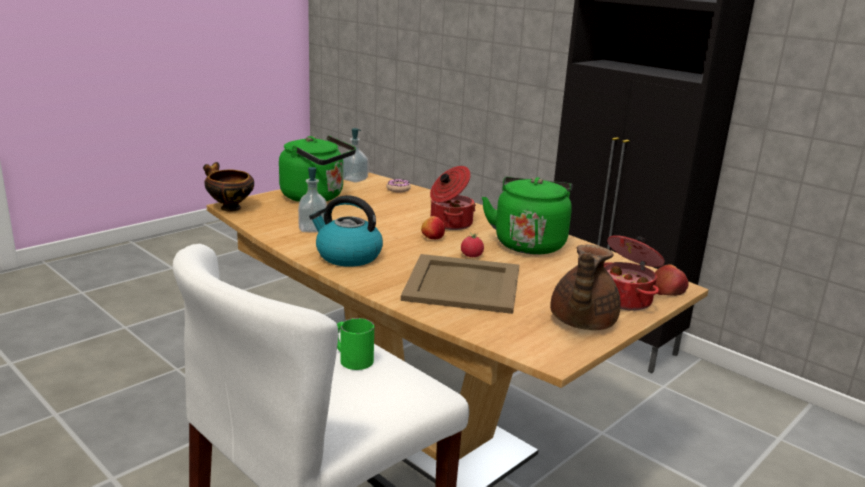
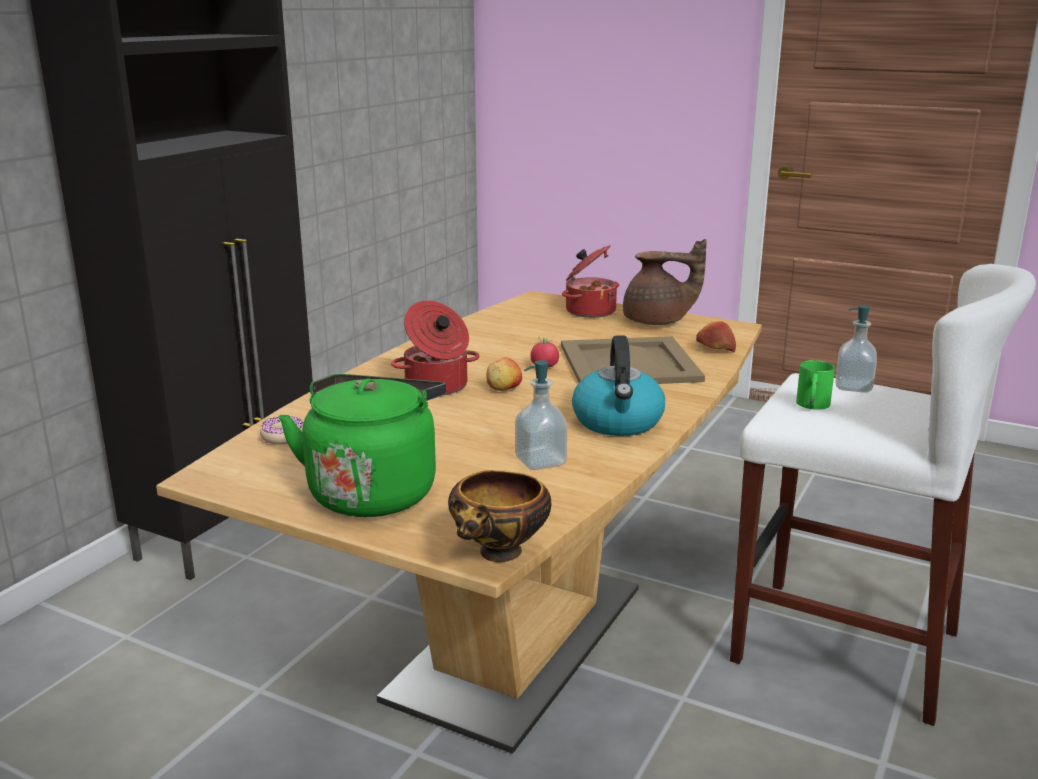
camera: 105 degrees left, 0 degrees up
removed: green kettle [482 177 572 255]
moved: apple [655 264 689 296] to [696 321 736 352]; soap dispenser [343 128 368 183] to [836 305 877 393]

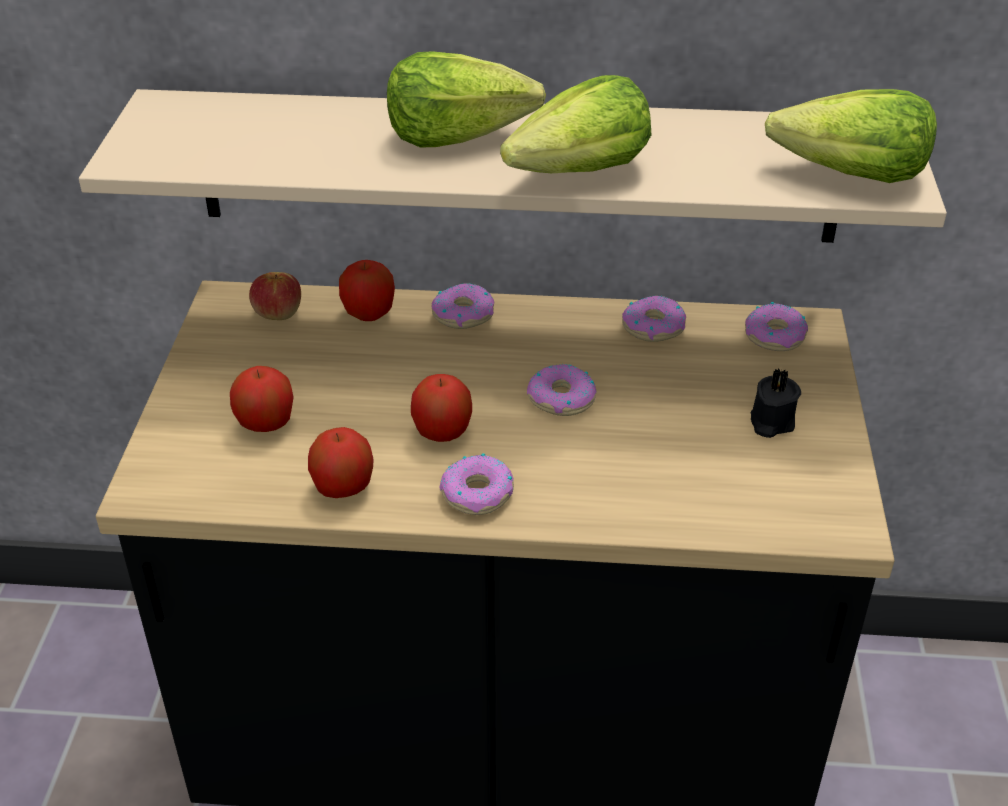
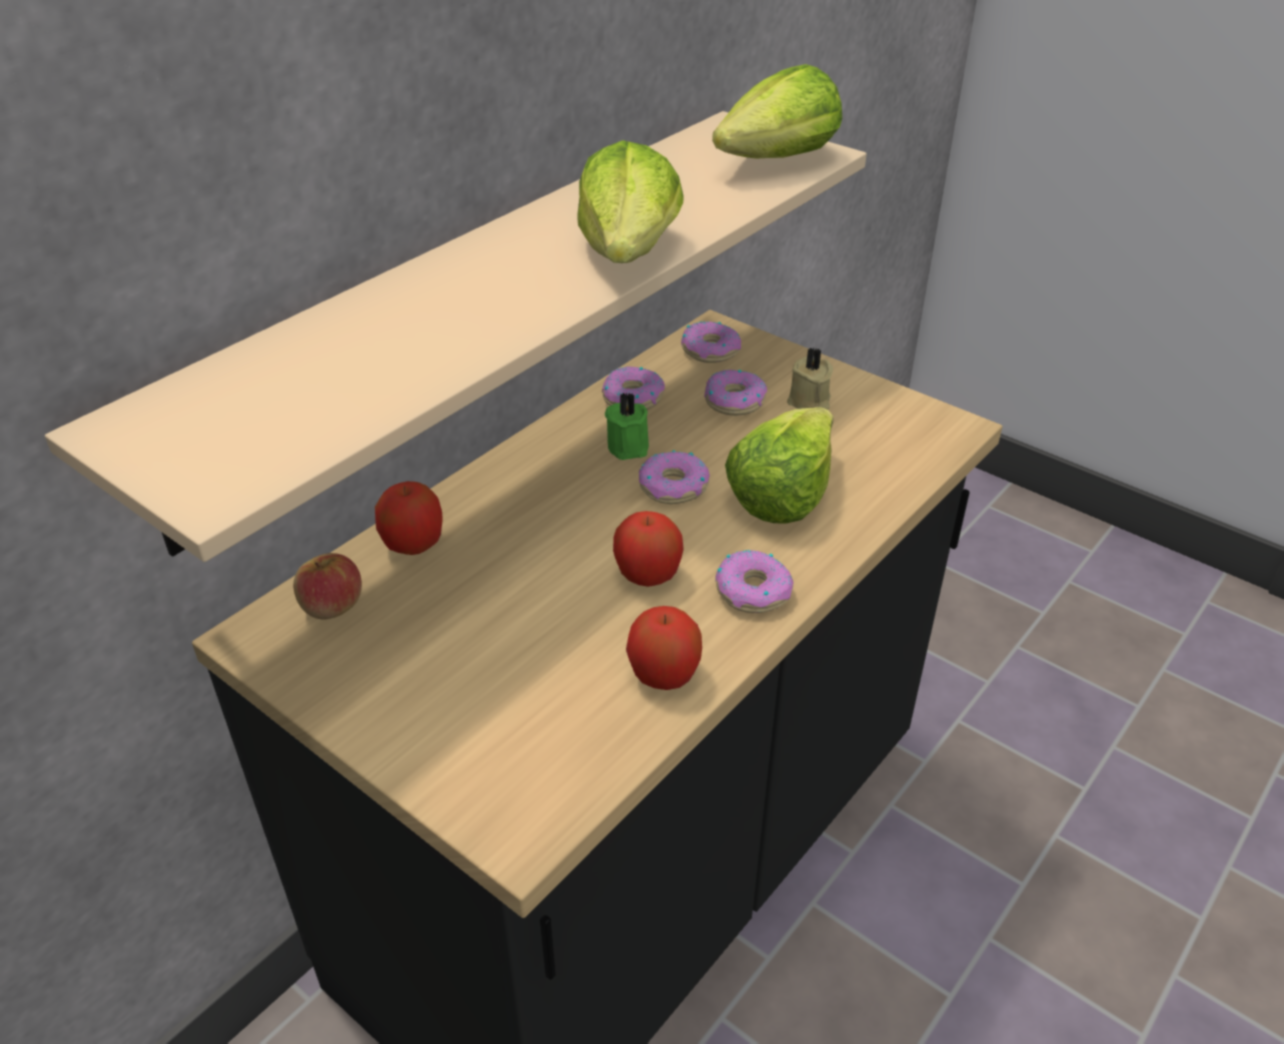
camera: 55 degrees left, 0 degrees up
removed: apple [230 366 294 432]
added: green candle [605 392 649 460]
moved: donut [432 283 494 329] to [704 370 767 416]; lettuce [387 51 546 147] to [725 407 834 523]
recoloured: black candle [750 368 801 438] to beige candle [787 347 833 410]

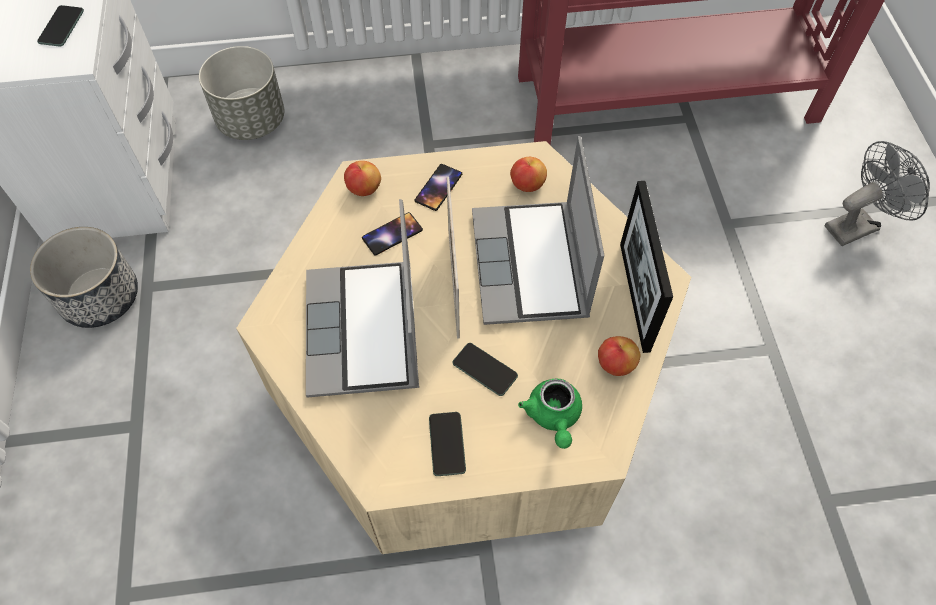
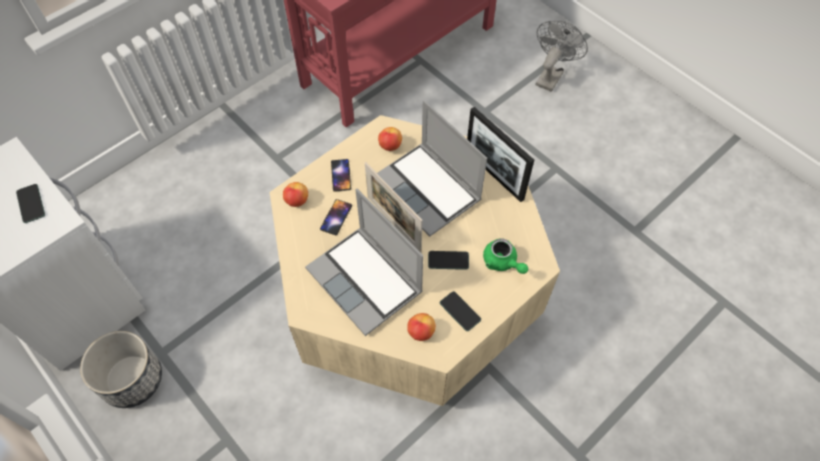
camera: 35 degrees left, 0 degrees up
removed: grey planter [199 46 284 140]
moved: apple [598 336 640 376] to [408 313 436 341]

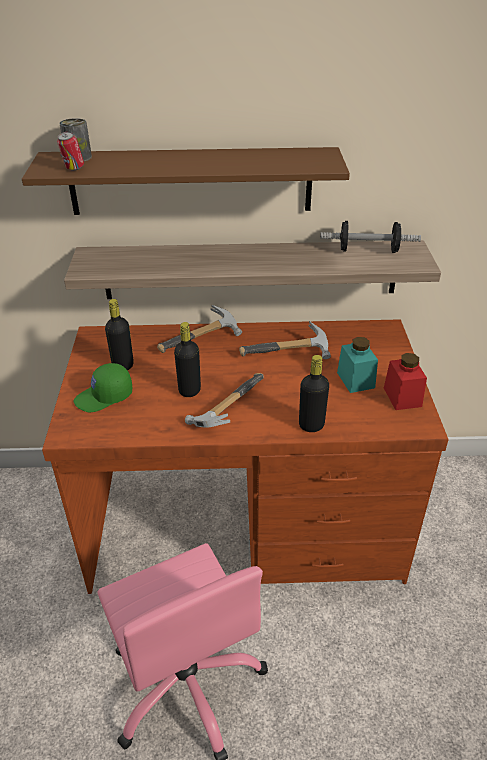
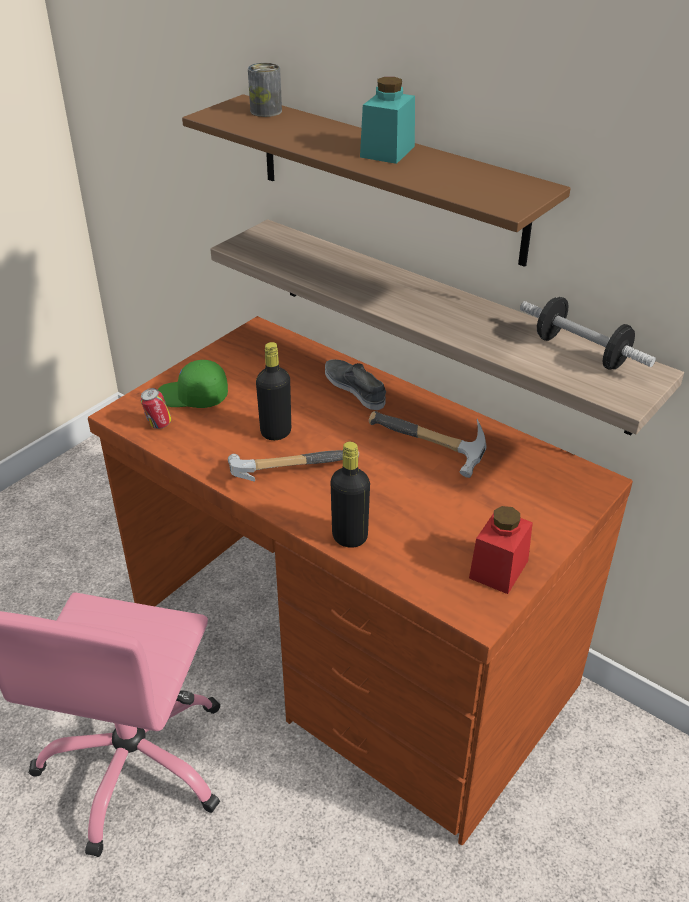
camera: 40 degrees right, 0 degrees up
removed: black bottle [105 299 134 370]
moved: can [57 132 84 171] to [140 388 172 429]; turquoise jar [337 337 378 393] to [360 77 415 164]
replaced: hammer [157 305 242 353] to grey shoe [325 359 386 410]

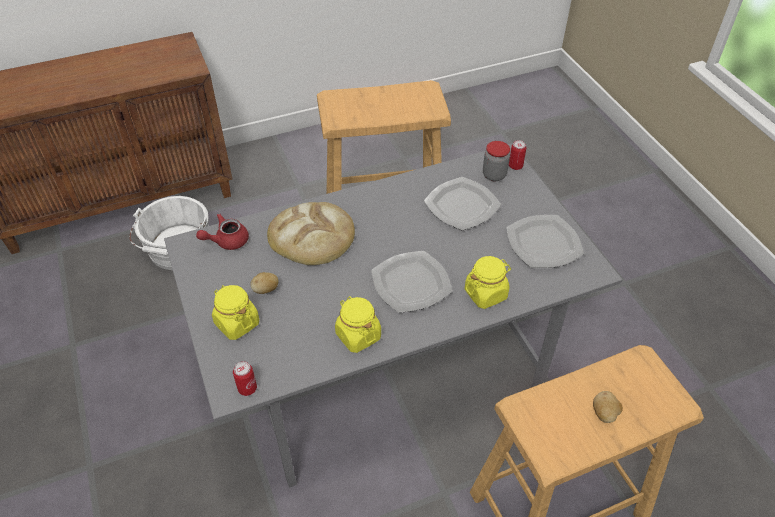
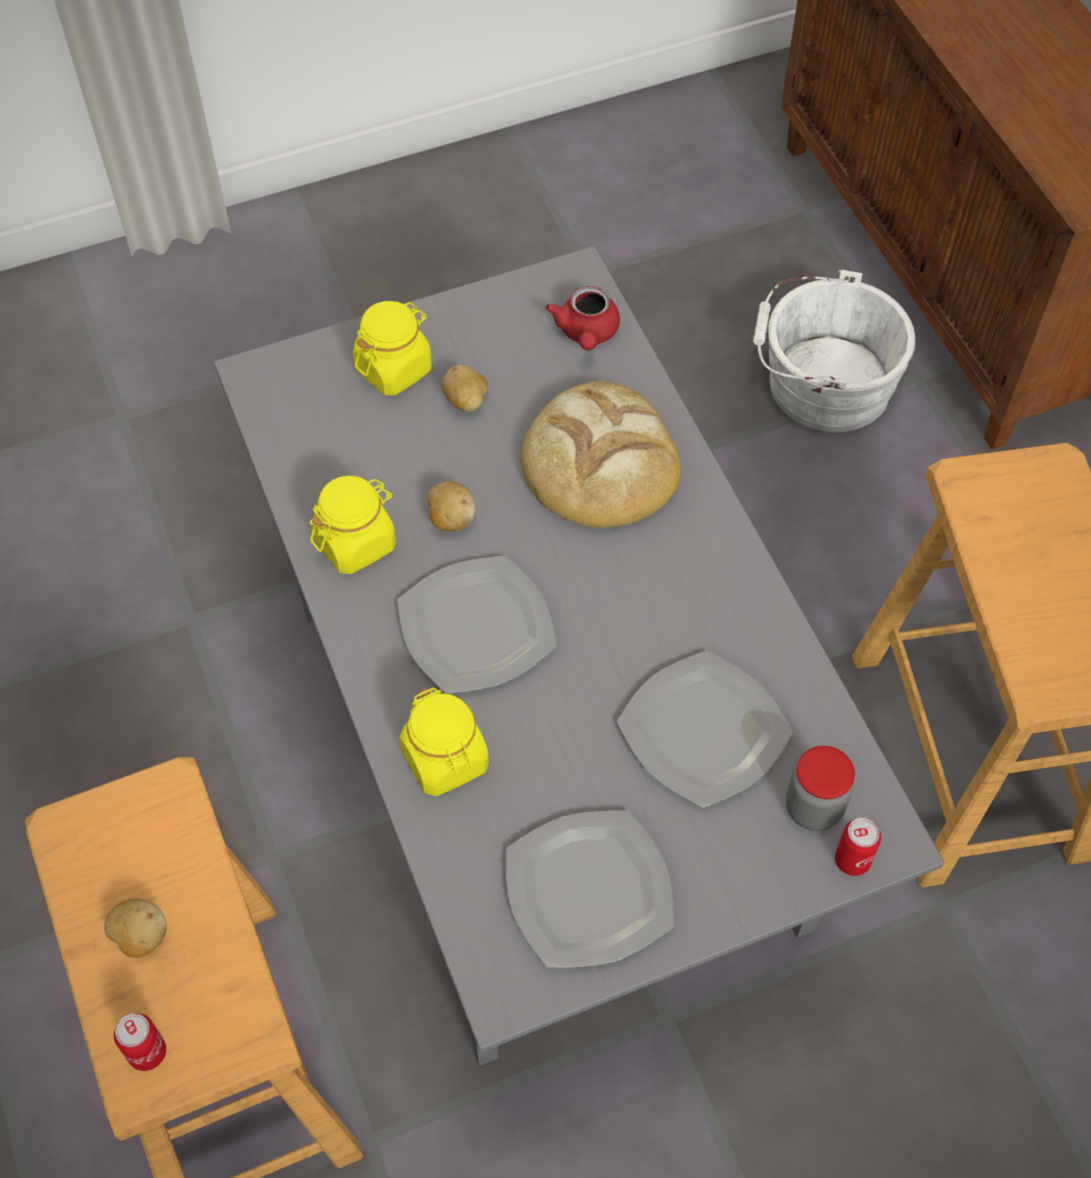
camera: 90 degrees right, 10 degrees up
added: potato [427 481 475 531]
moved: can [233 361 257 396] to [114 1013 166 1071]
turned: red teapot [196 213 249 250] = [545 286 620 351] 150 degrees counterclockwise

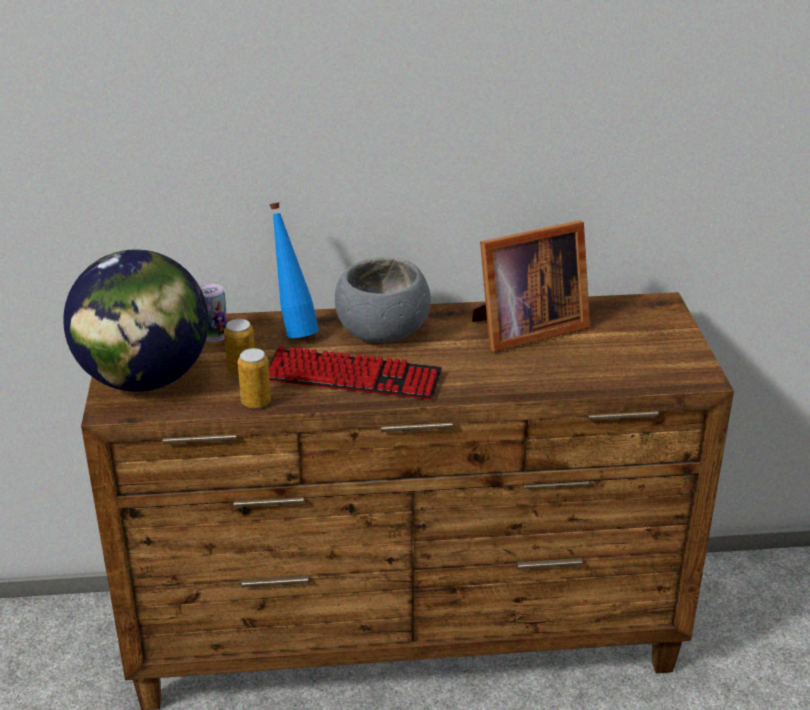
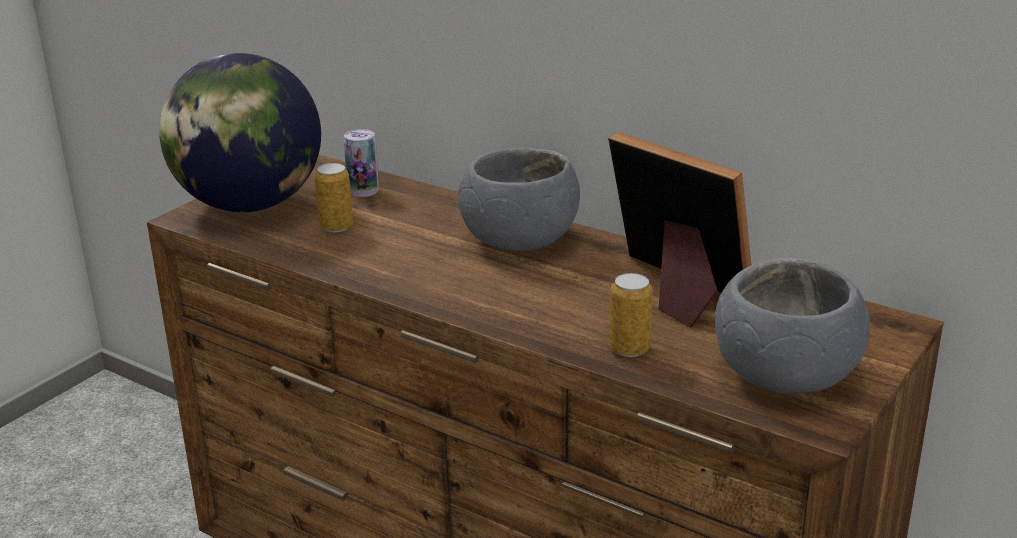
camera: 40 degrees right, 5 degrees down
removed: blue bottle [269 202 319 338]; keyboard [269 346 442 400]
added: grey bowl [715 258 870 393]
moved: can [238 348 271 409] to [609 273 653 357]
turned: picture frame [472 220 590 352] = [608 132 751 328] 150 degrees counterclockwise

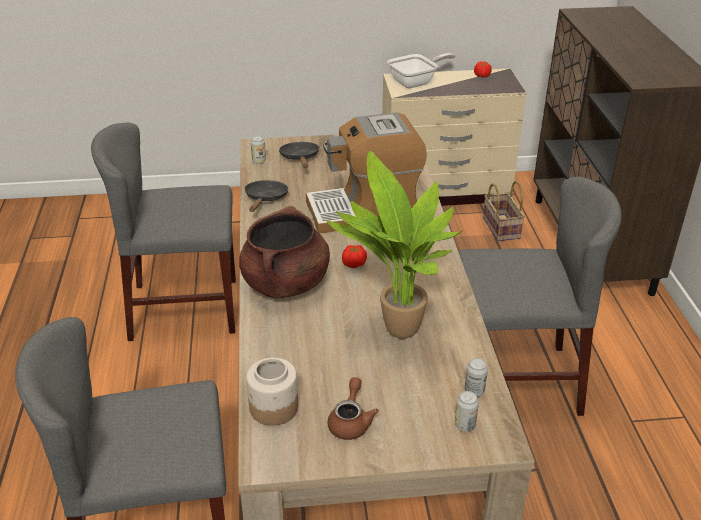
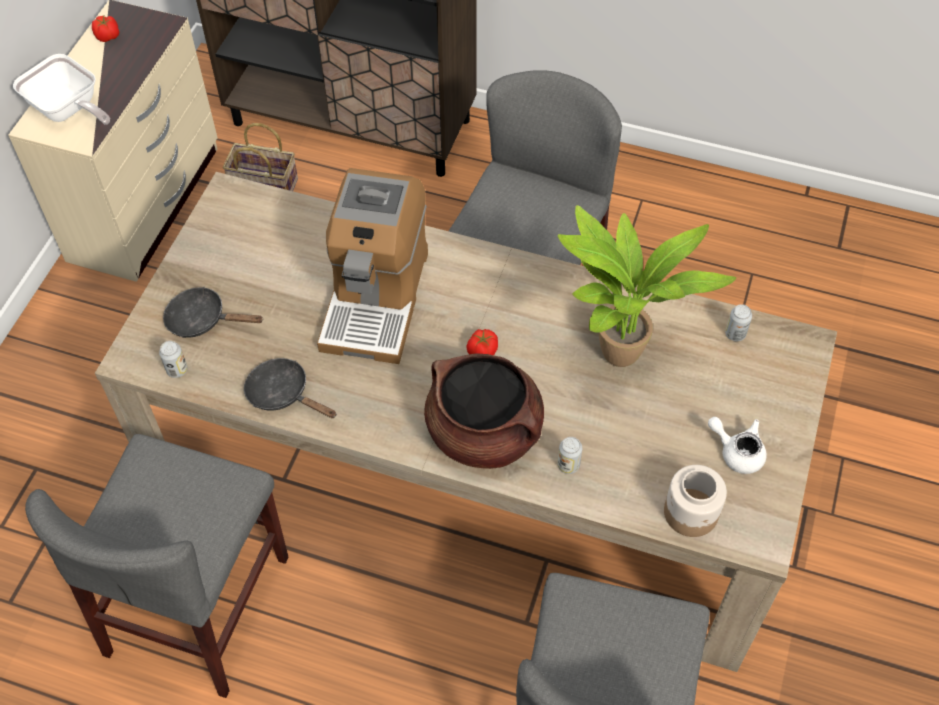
camera: 65 degrees left, 20 degrees up
moved: can [455 391 479 431] to [557 437 582 474]
recoloured: brown teapot [327 377 379 440] to white teapot [708 417 767 474]
turned: frying pan [387 53 455 88] = [13 54 110 125] 135 degrees clockwise

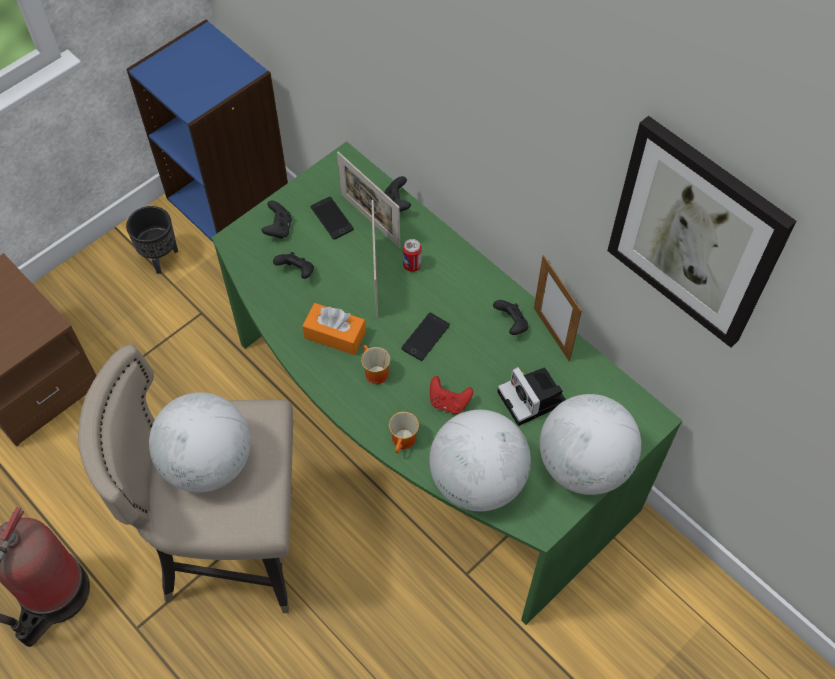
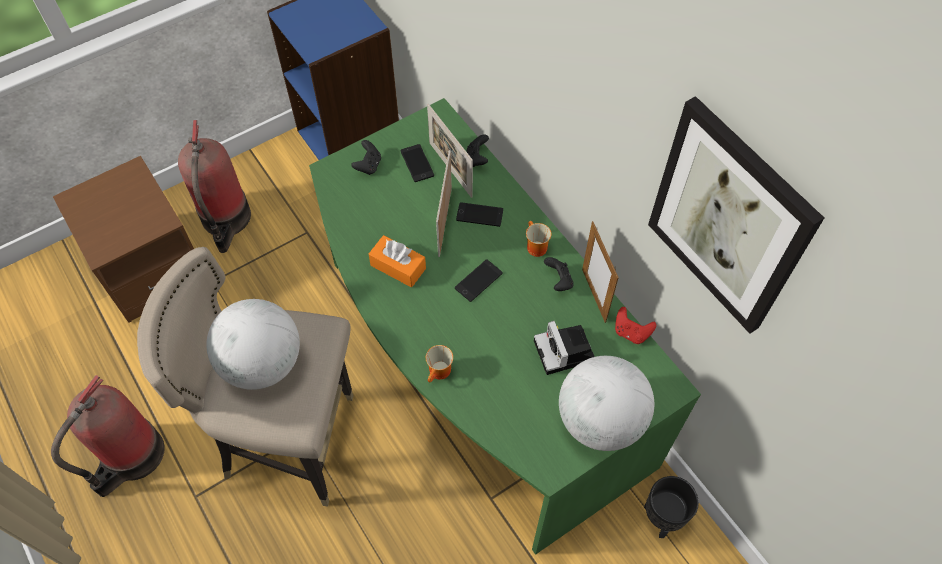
camera: 10 degrees right, 0 degrees up
removed: black game controller [273 252 314 279]; globe [429 410 531 511]
added: fire extinguisher [178 120 251 253]
moved: mug [361 345 390 384] to [526 221 551 257]; red game controller [430 376 473 414] to [615 307 656 344]; black planter [126 206 178 274] to [644 476 699 538]
replaced: can [403 239 422 272] to phone [456 202 503 227]

